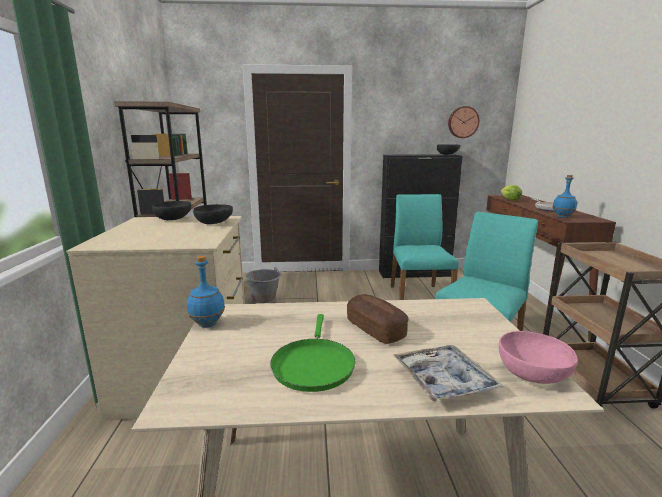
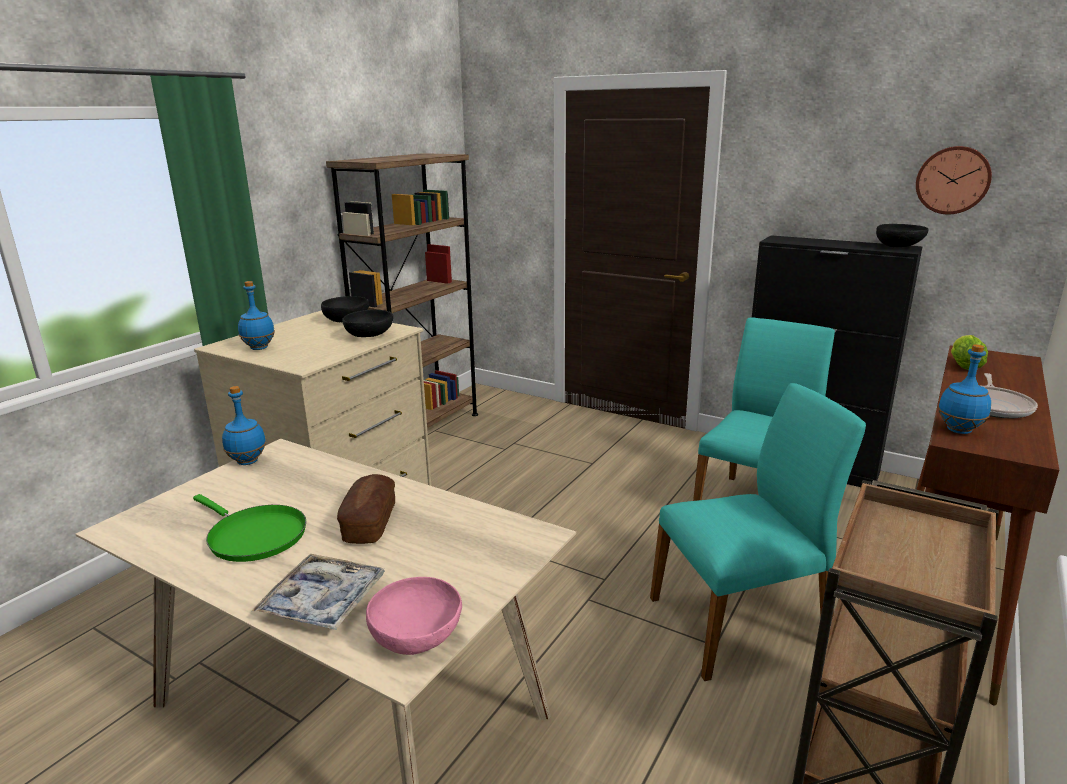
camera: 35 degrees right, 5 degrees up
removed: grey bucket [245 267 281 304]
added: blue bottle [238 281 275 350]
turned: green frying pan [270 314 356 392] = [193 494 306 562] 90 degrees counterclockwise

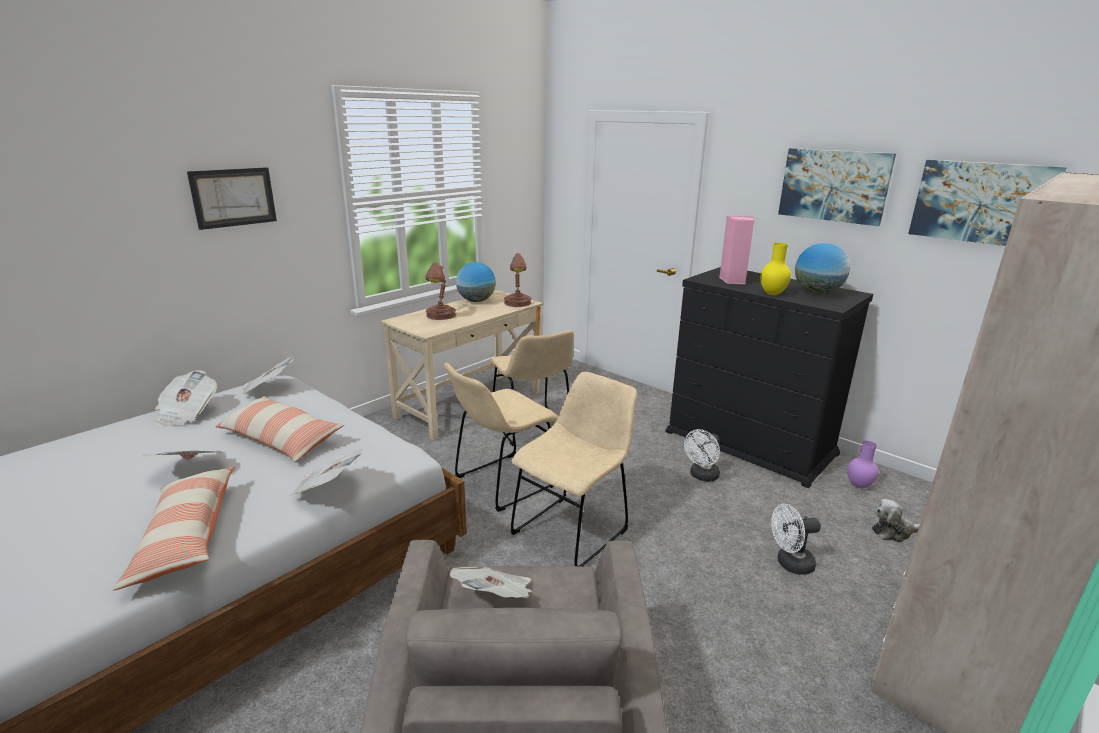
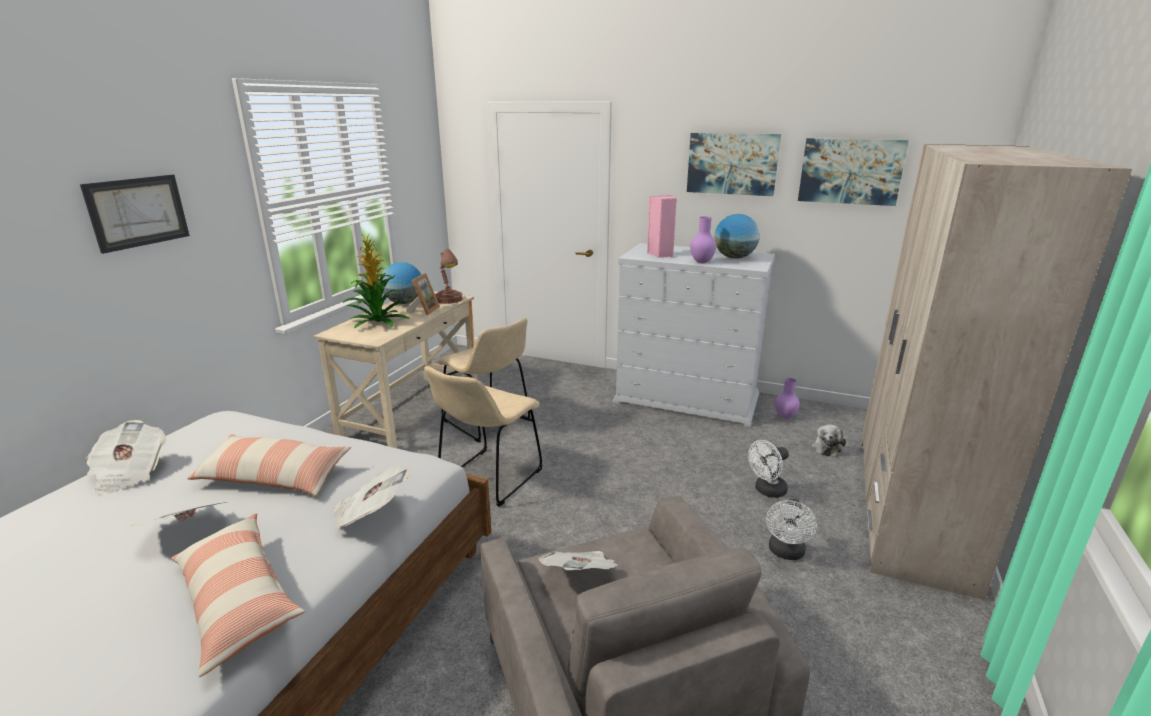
camera: 20 degrees left, 0 degrees up
removed: newspaper [242 357 294 395]; beige chair [510 371 637 566]
added: picture frame [406 273 440 315]
moved: white fan [684 429 720 482] to [766 499 817 560]
replaced: brown table lamp [426 262 456 320] to potted plant [343 232 410 329]
recoloured: black dresser [665 267 873 488] to white dresser [612 243 775 427]; yellow vase [760 243 791 295] to purple vase [690 216 716 263]
turned: plush toy [872 499 920 543] = [811 424 846 457] 45 degrees counterclockwise

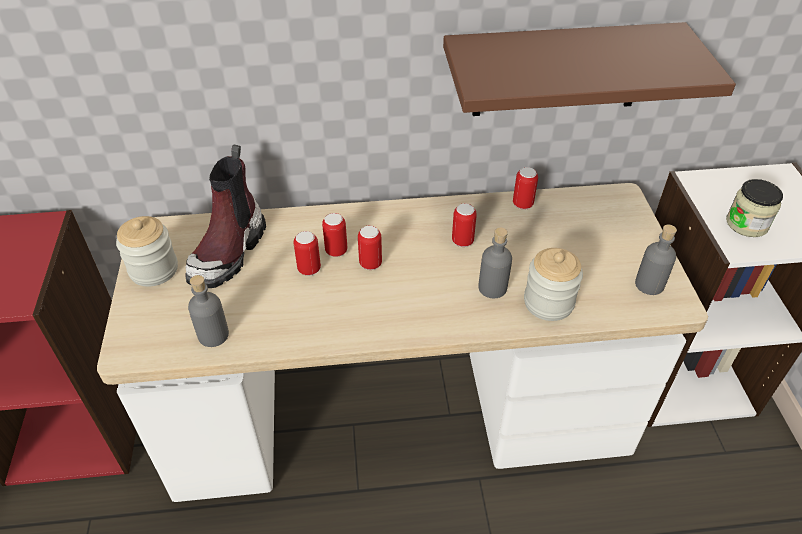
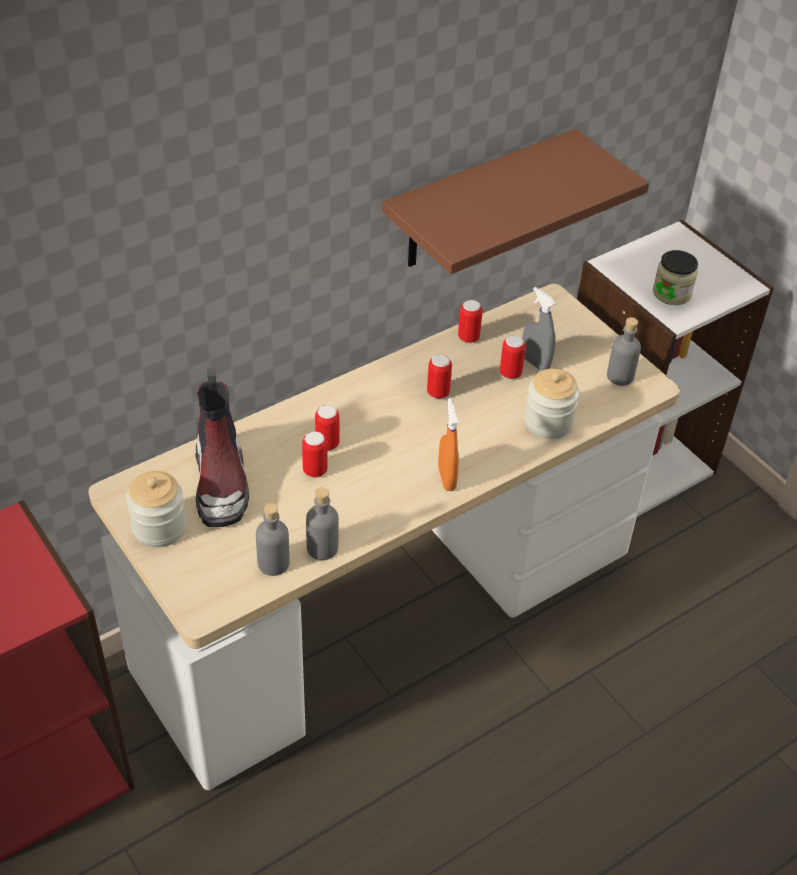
camera: 30 degrees left, 0 degrees up
added: orange spray bottle [438 398 459 491]; grey spray bottle [522 287 556 371]
moved: grey bottle [478 228 512 298] to [306 487 339 560]; can [358 226 382 270] to [500 335 526 379]

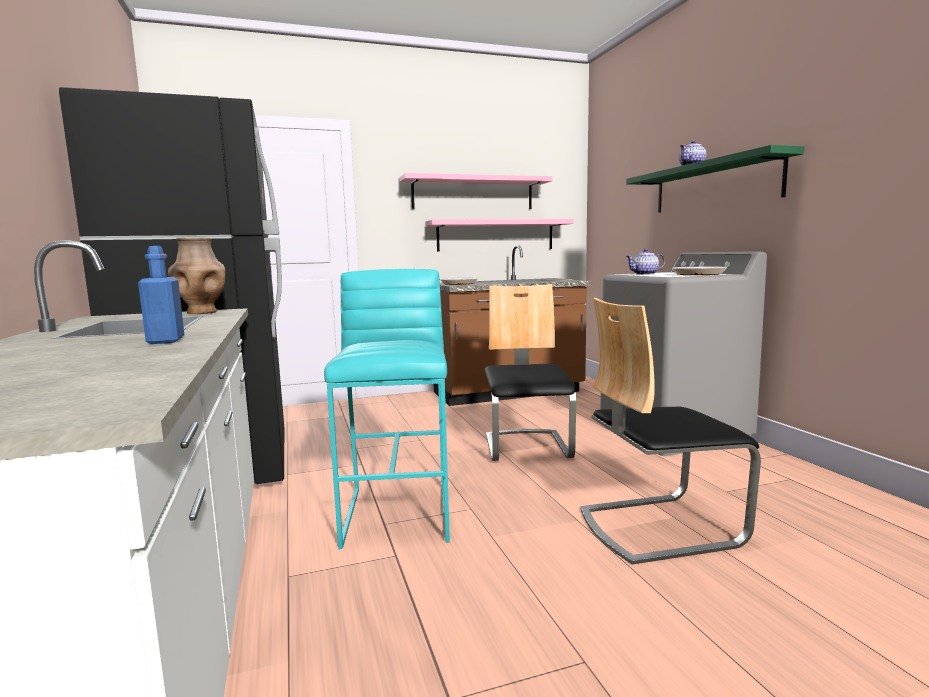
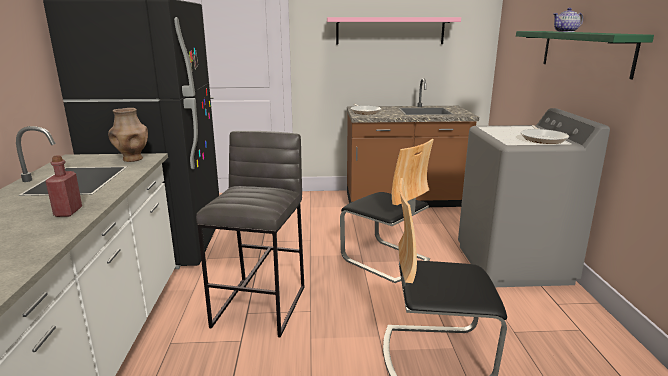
camera: 15 degrees right, 10 degrees up
removed: pink shelf [425 219 573 252]; teapot [626 249 665 275]
recoloured: blue bottle [138 246 184 344] to red bottle [45 155 82 217]; turquoise stool [324 269 450 549] to grey stool [196 131 304 338]
turned: chair [484 284 576 461] = [340 139 434 283] 120 degrees clockwise

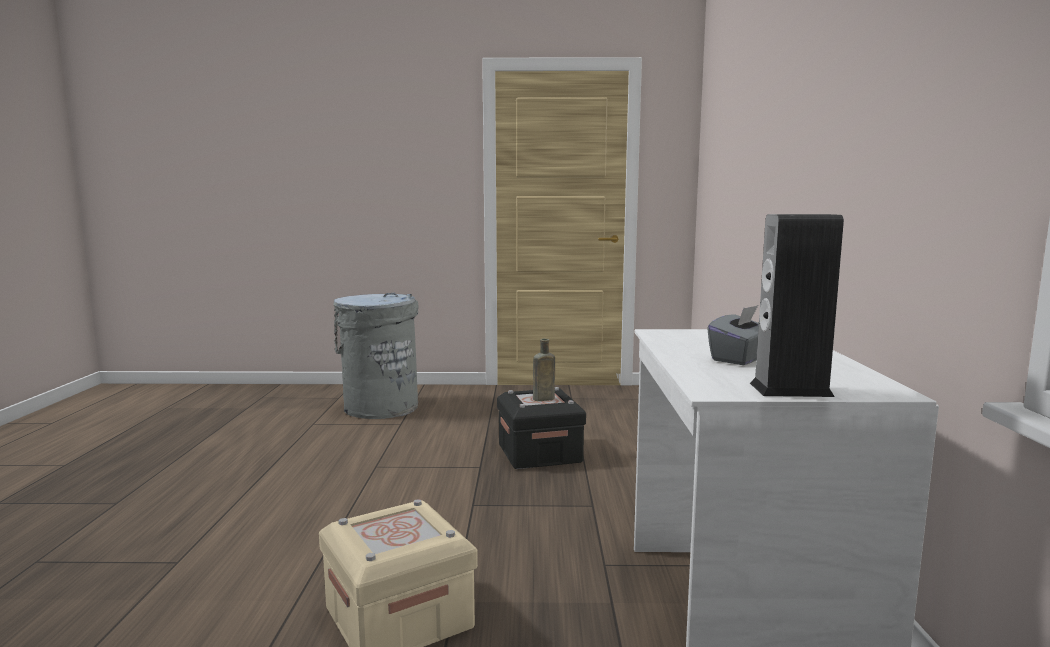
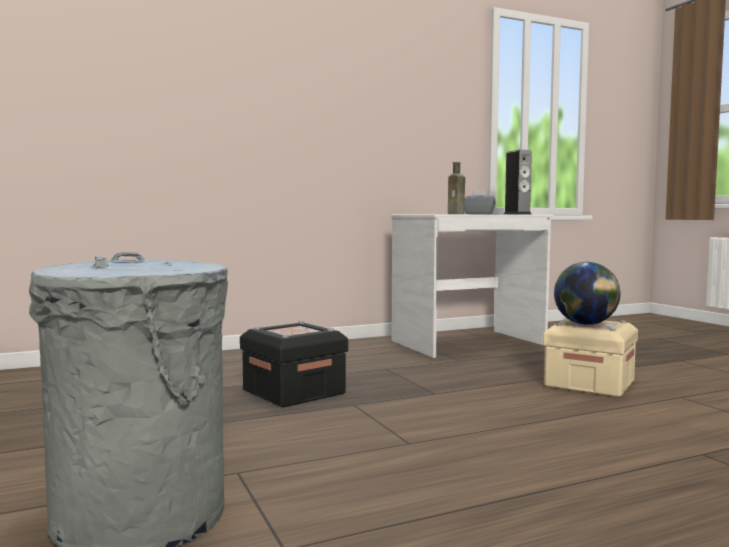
camera: 115 degrees left, 5 degrees down
added: globe [554 262 620 325]
moved: brown bottle [533 339 555 401] to [448 162 465 214]

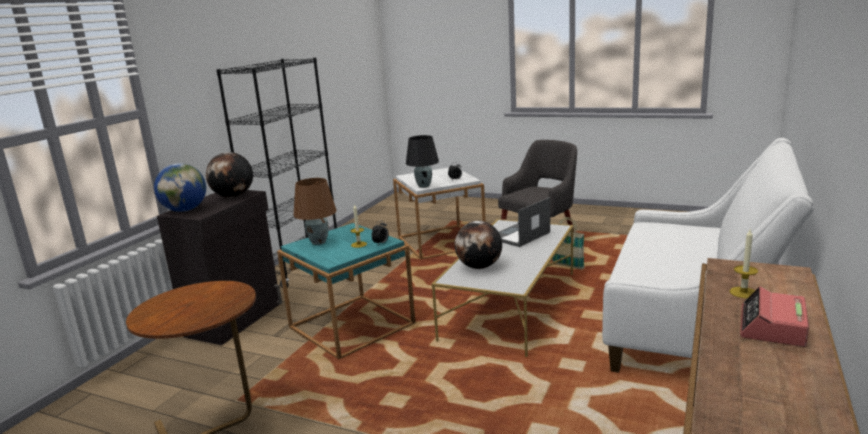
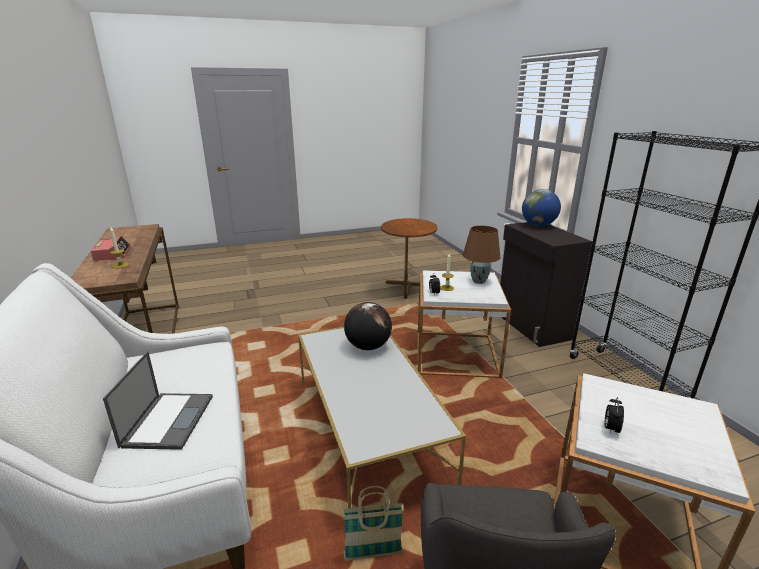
camera: 135 degrees right, 5 degrees up
removed: globe [206 152 253 198]; black table lamp [406 135 439 188]
moved: laptop [499 197 550 247] to [103 351 213 450]
recoloured: turquoise side table [277 223 415 359] to white side table [418 270 511 378]

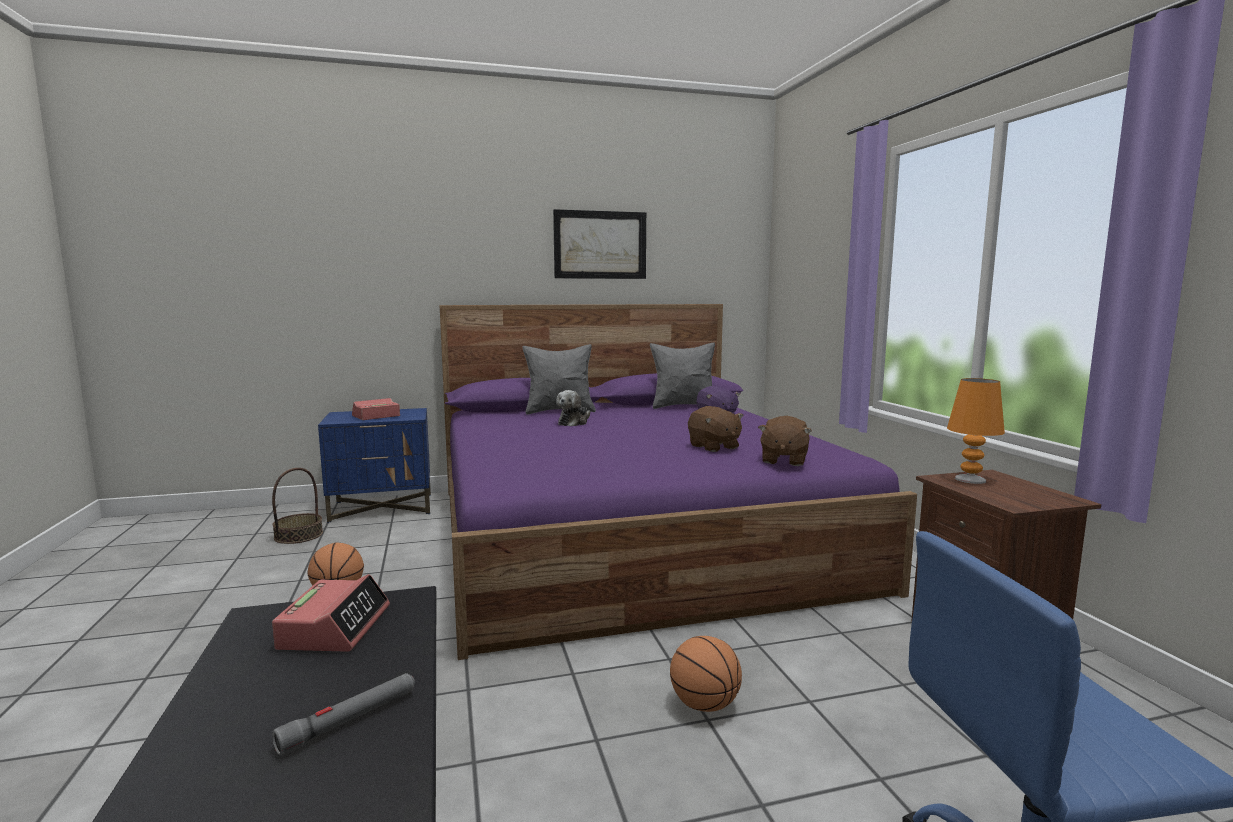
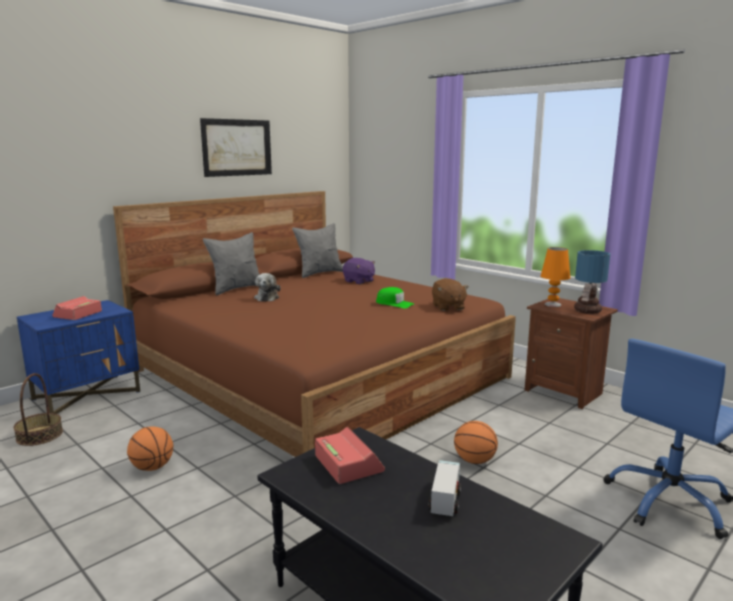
camera: 30 degrees left, 5 degrees up
added: table lamp [574 250 610 314]
replaced: brown plush toy [688 406 744 452] to green cap [376 287 414 309]; grey flashlight [272 673 415 756] to toy truck [428 460 461 516]
recoloured: purple bed [440 304 917 660] to brown bed [113 191 516 457]

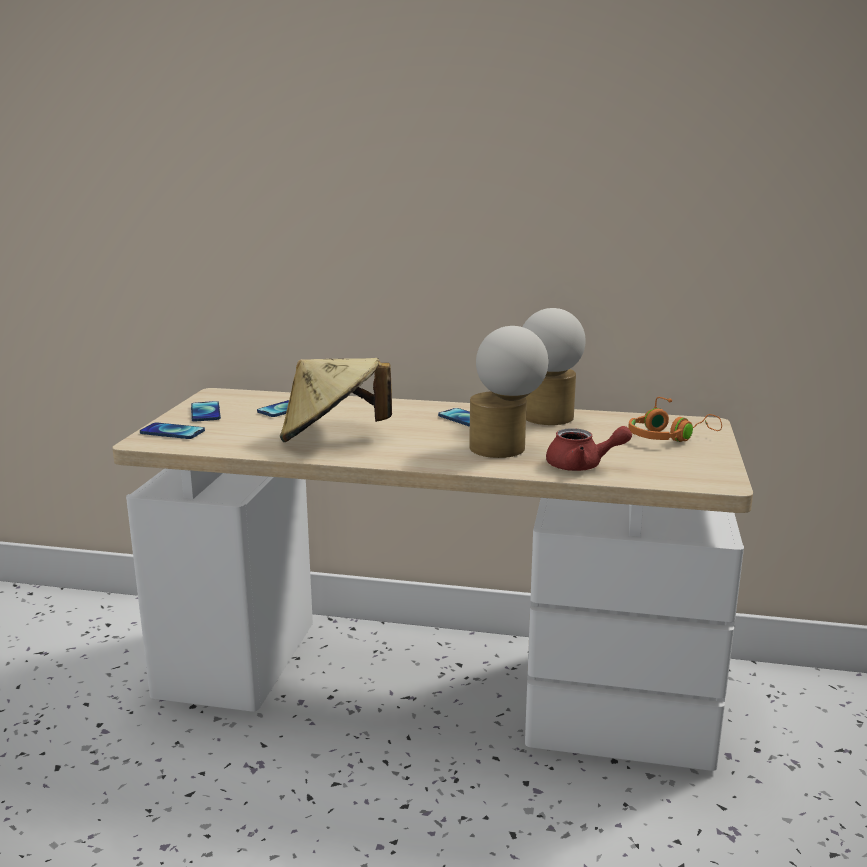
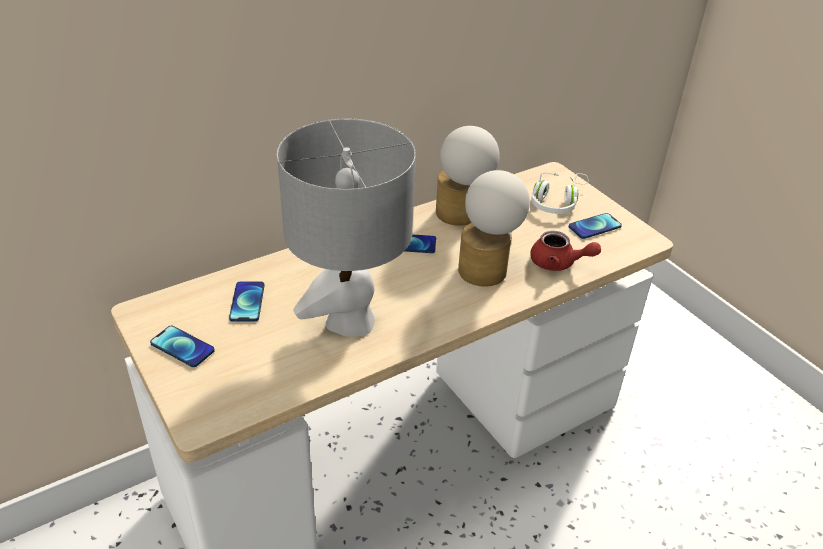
camera: 45 degrees left, 20 degrees up
moved: phone [140 422 205 439] to [569 213 622 239]
replaced: beige hat [280 358 392 442] to grey table lamp [277 119 416 337]
recoloured: orange headphones [628 397 722 442] to white headphones [531 172 589 214]
turned: red teapot [546 426 632 471] = [530 231 601 271] 60 degrees clockwise

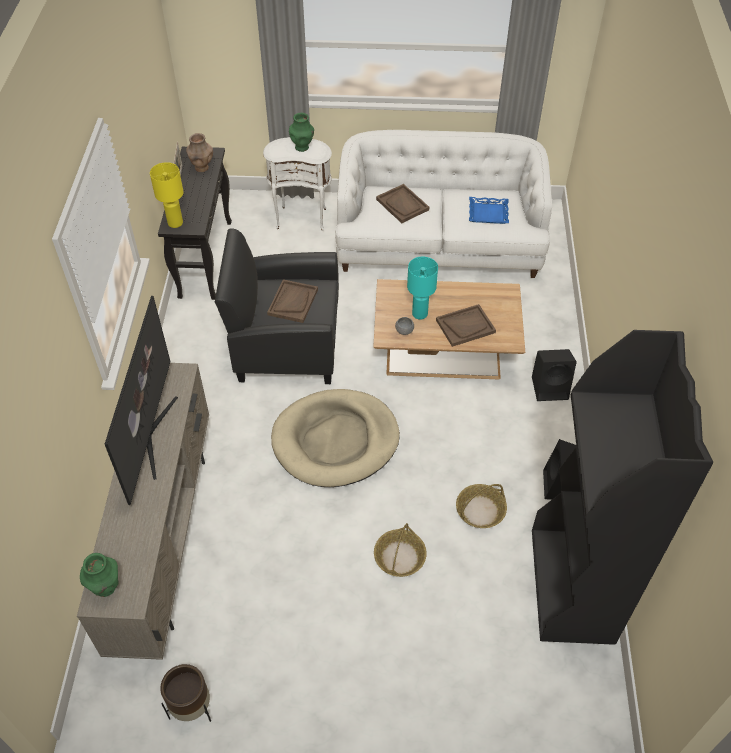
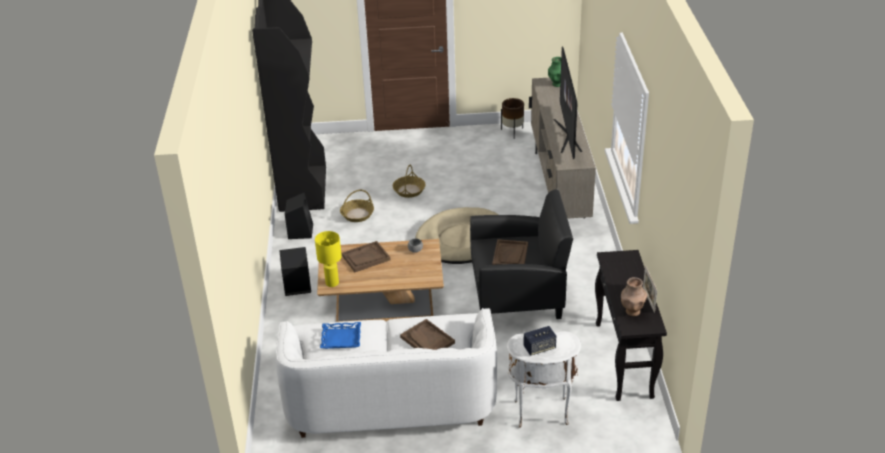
camera: 175 degrees right, 15 degrees down
removed: turquoise table lamp [407 256 438 320]
moved: yellow table lamp [150 162 184 228] to [315 231 342 287]
replaced: green vase [289 113 314 152] to speaker [523 326 556 356]

